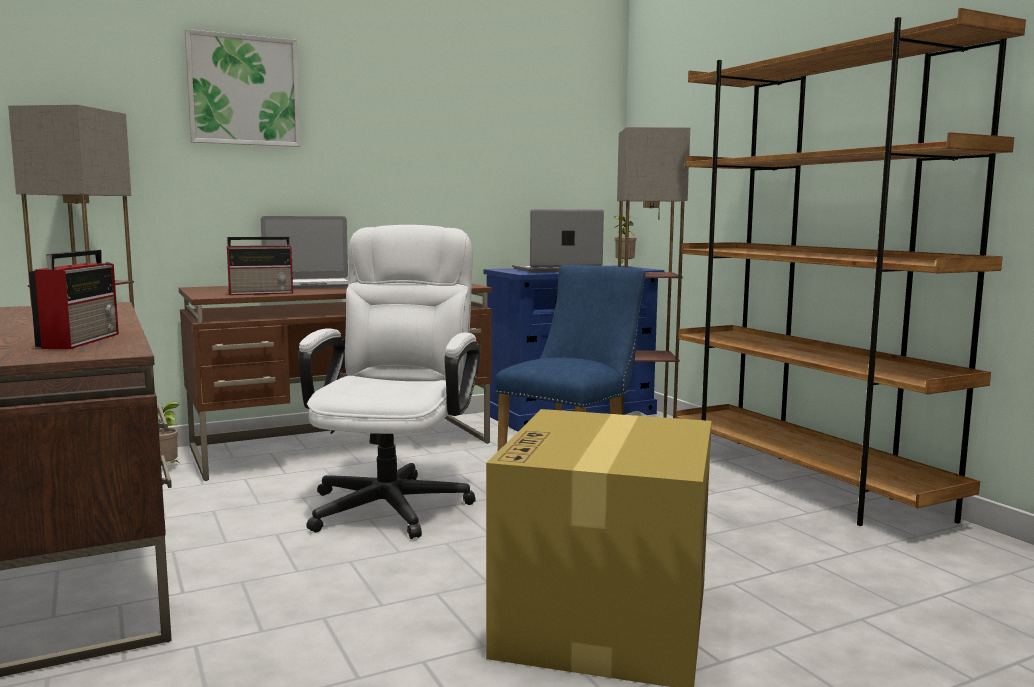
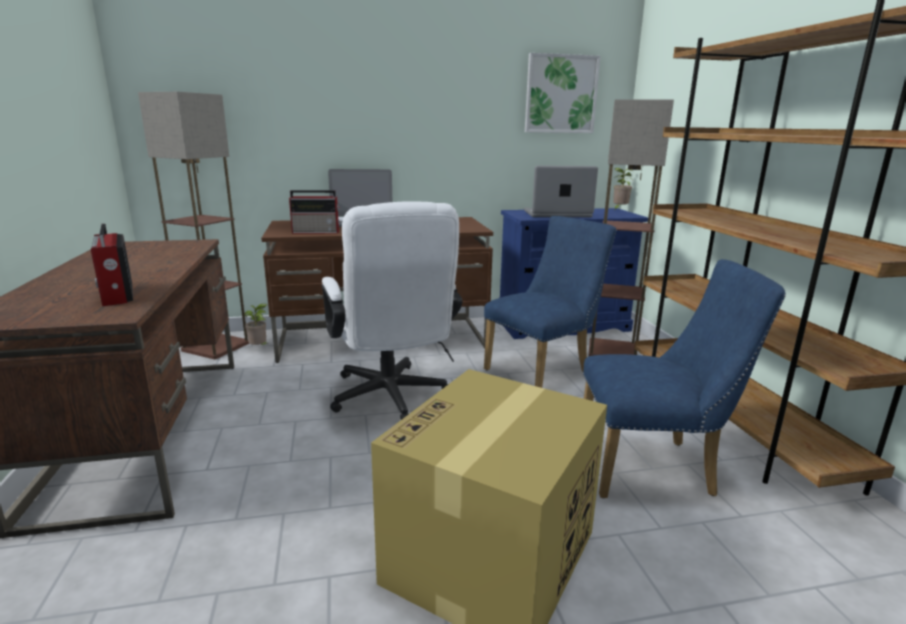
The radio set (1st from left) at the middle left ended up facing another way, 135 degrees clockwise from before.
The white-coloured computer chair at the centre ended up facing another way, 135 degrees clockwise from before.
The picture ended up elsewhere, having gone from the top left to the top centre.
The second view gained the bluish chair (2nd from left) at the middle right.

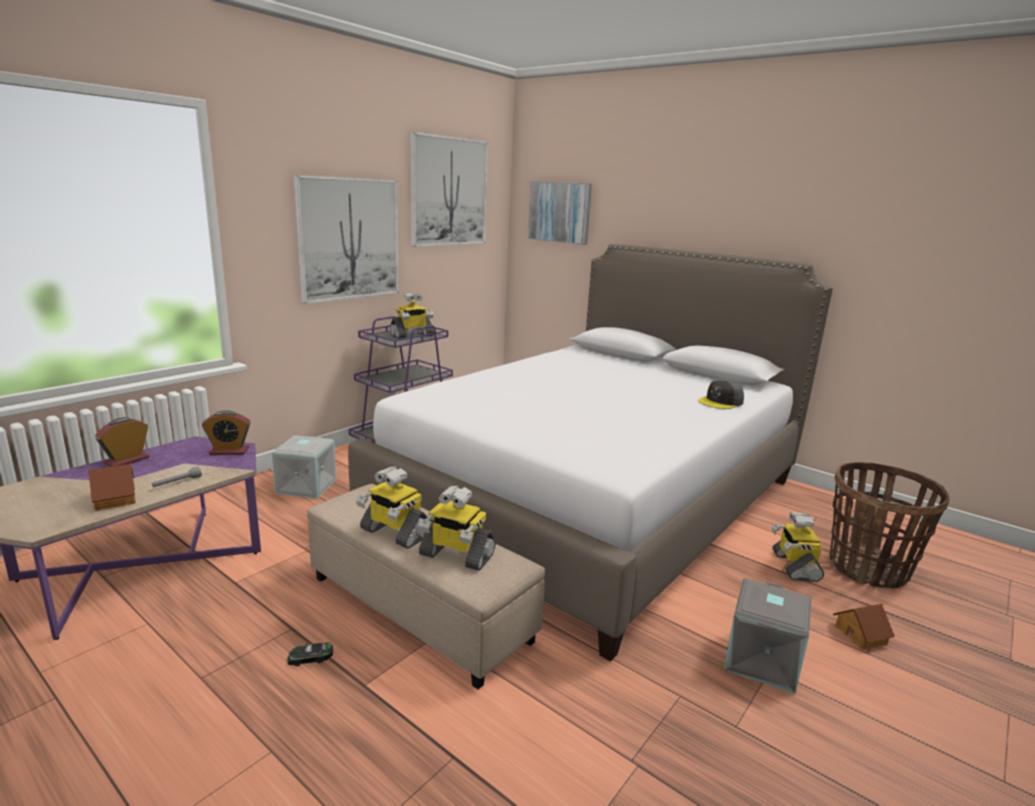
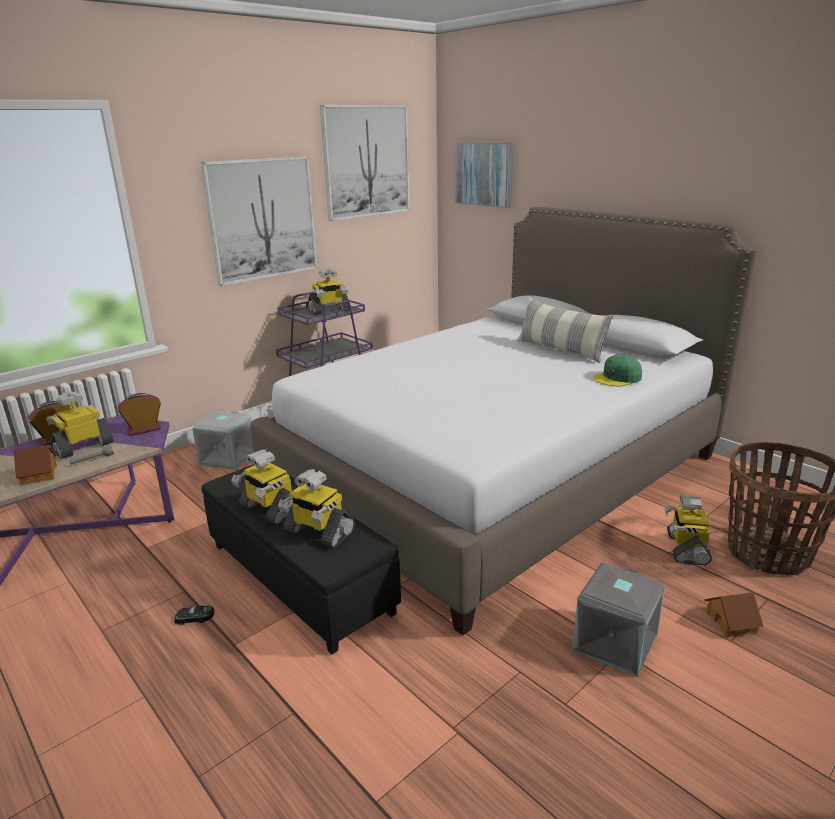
The second view gained the robot figure (1st from left) at the middle left.
The bedside clock (2nd from left) at the middle left ended up facing another way, 150 degrees clockwise from before.
What was the beige-coloured ottoman at the bottom centre turned into the black ottoman at the bottom centre.
The second view gained the throw pillow at the middle right.
What was the greyish baseball cap at the middle right turned into the green baseball cap at the middle right.

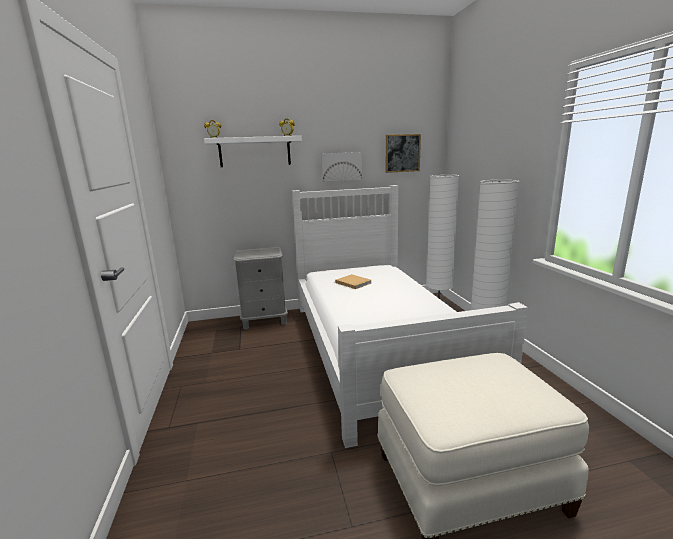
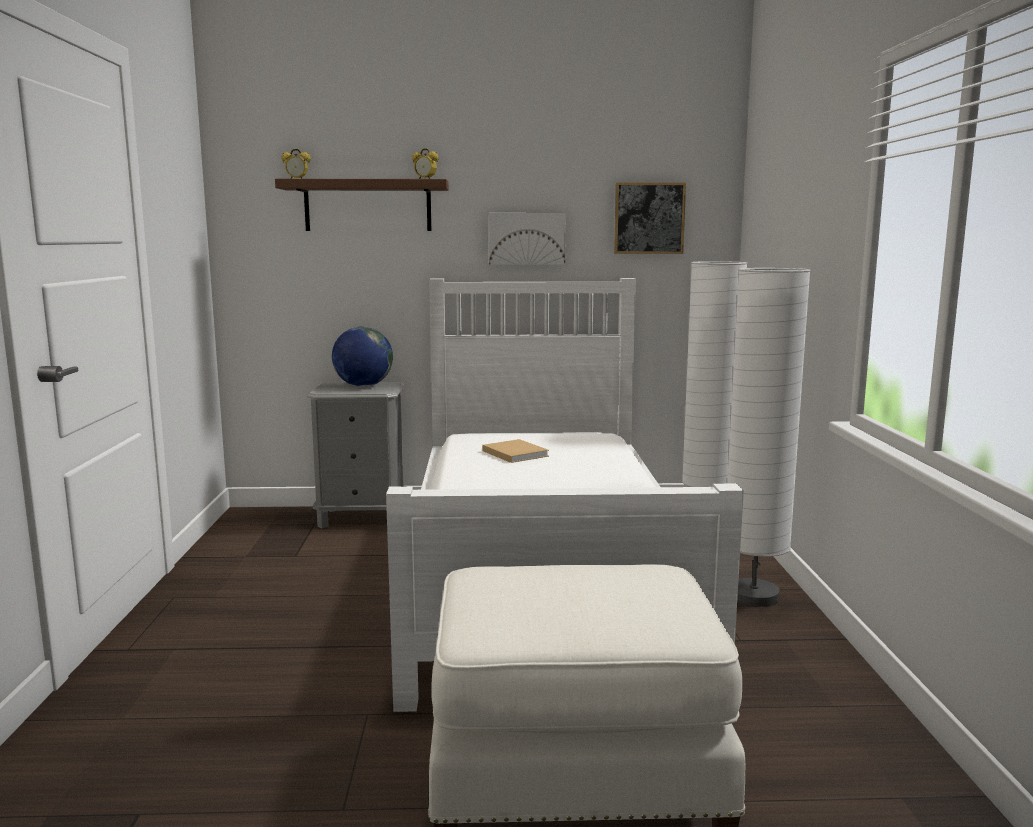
What was the white-coloured wall shelf at the top centre turned into the brown wall shelf at the top centre.
The second view gained the globe at the centre.

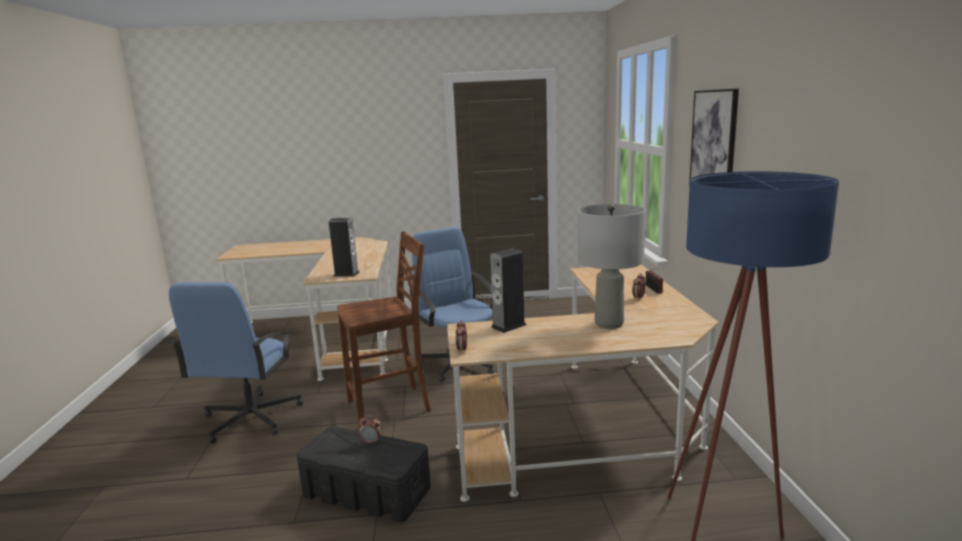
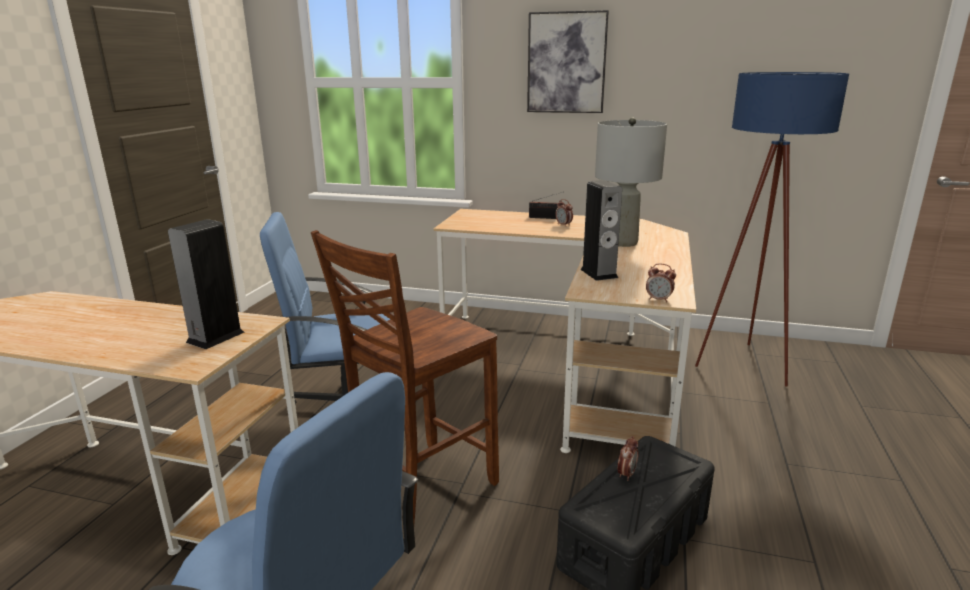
The brown chair at the centre ended up facing another way, 135 degrees counterclockwise from before.

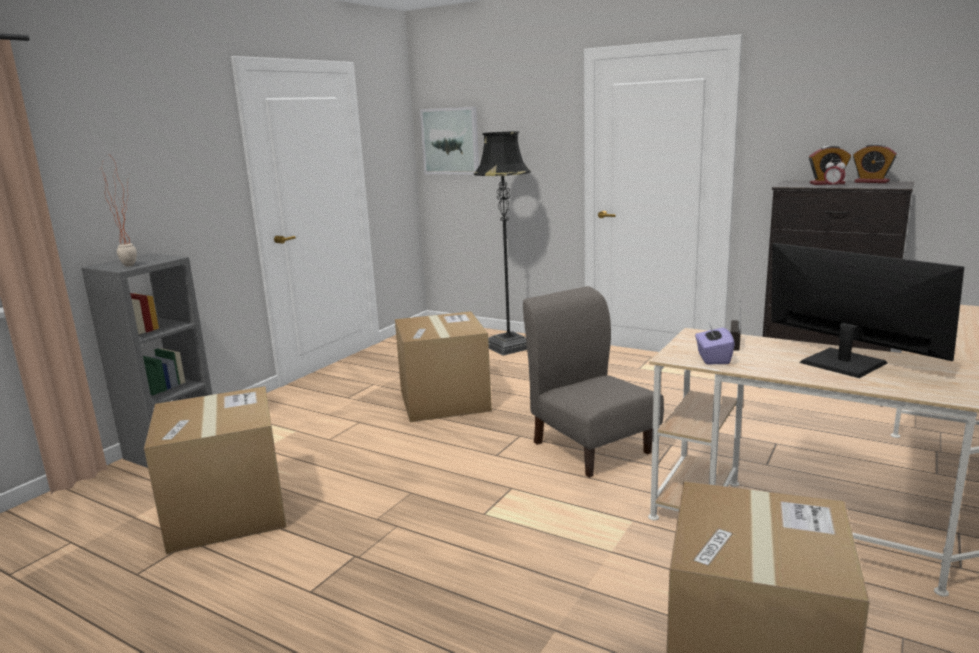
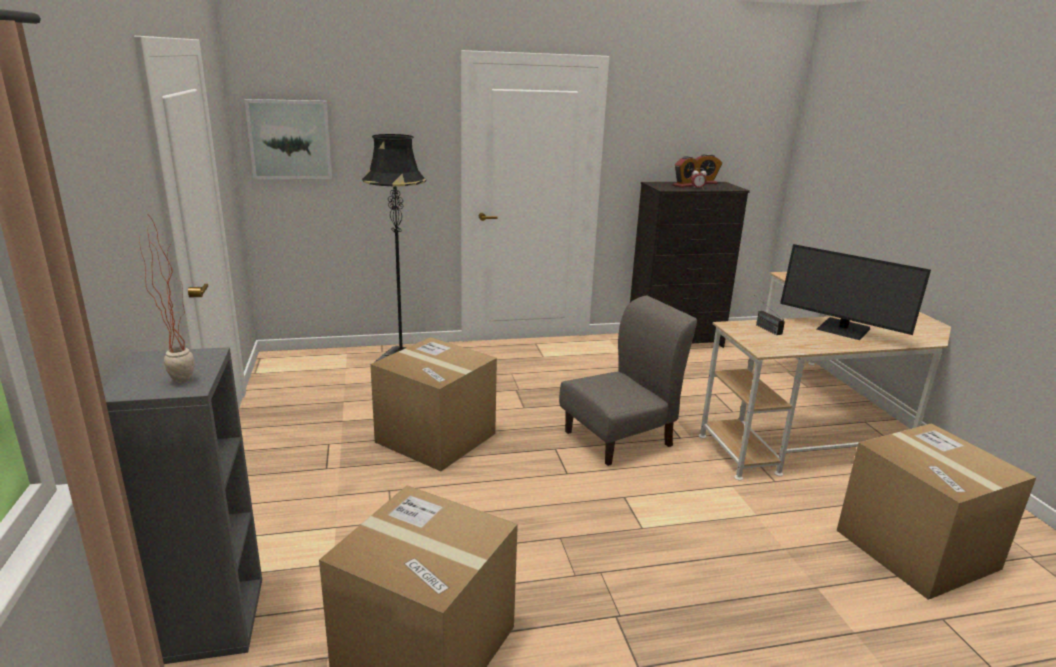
The greyish chair at the centre ended up facing another way, 135 degrees clockwise from before.
The computer screen at the middle right ended up facing another way, 150 degrees counterclockwise from before.
The second view lost the purplish tissue holder at the middle right.

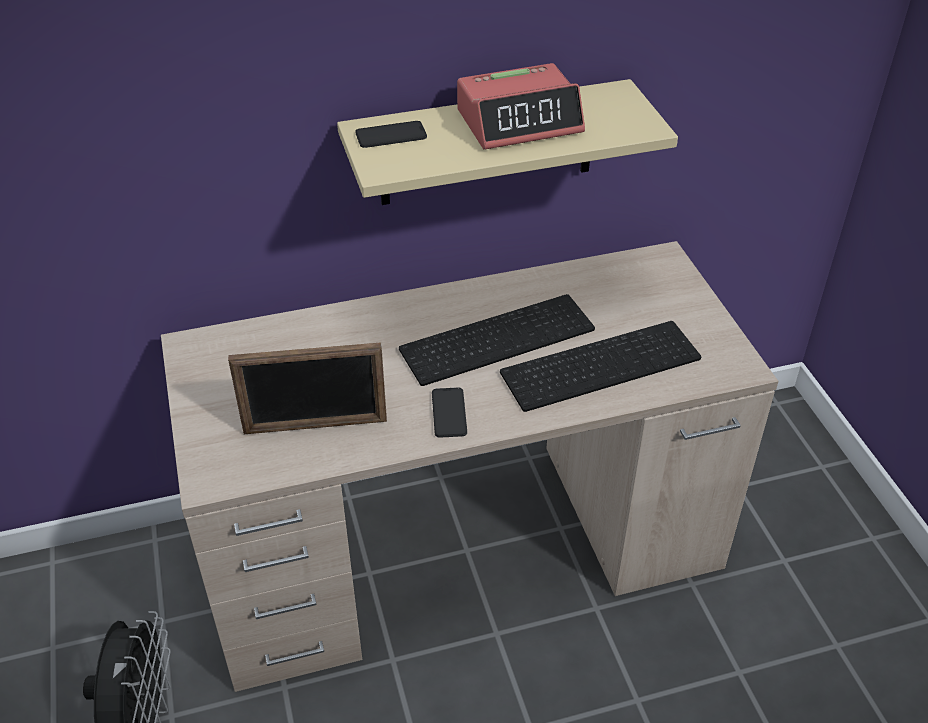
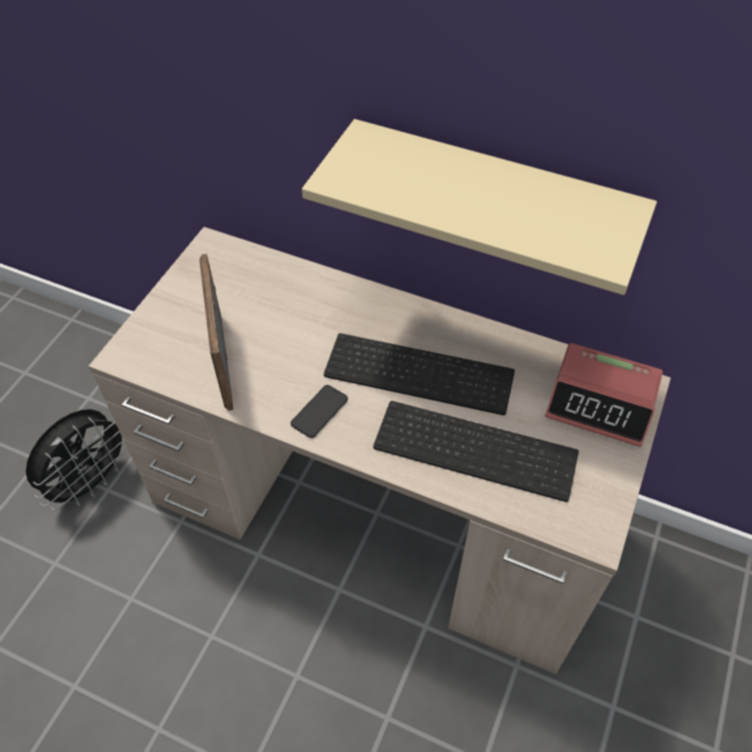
The photo frame at the middle left ended up facing another way, 45 degrees clockwise from before.
The bedside clock ended up elsewhere, having gone from the top centre to the middle right.
The second view lost the telephone (1st from left) at the top centre.

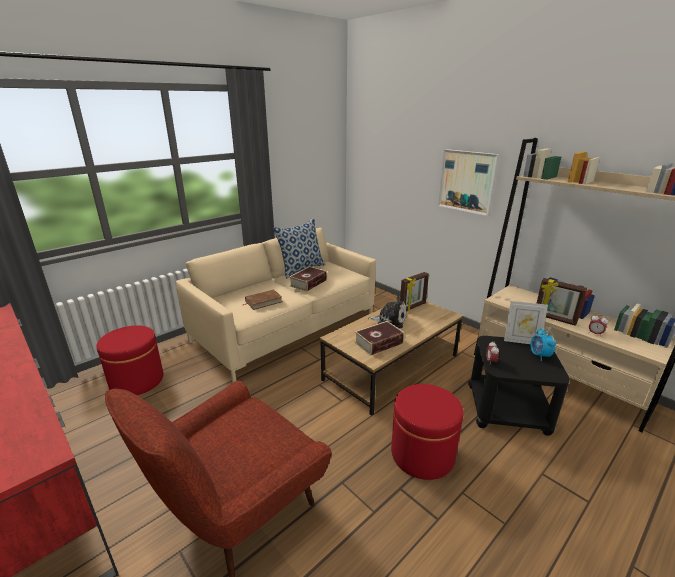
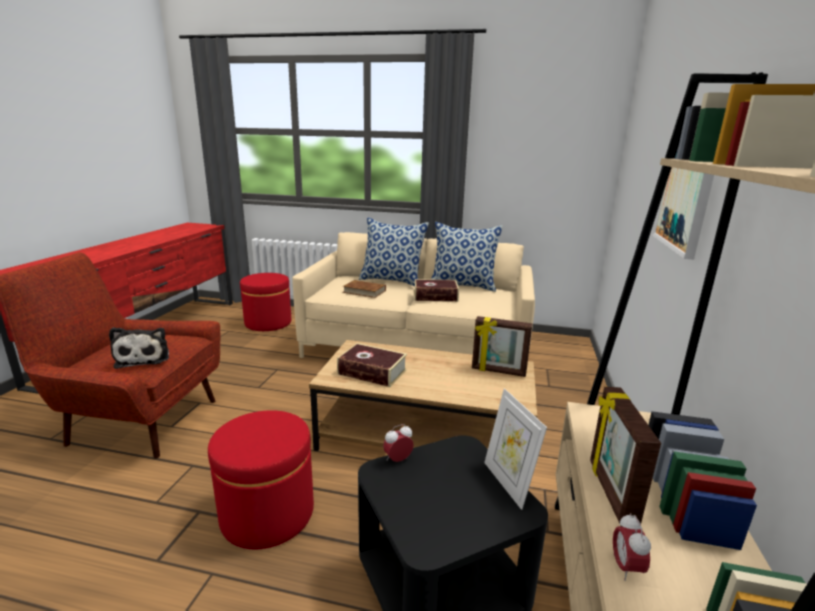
The plush toy ended up elsewhere, having gone from the centre to the middle left.
The second view gained the throw pillow (1st from left) at the centre.
The second view lost the bedside clock (2nd from left) at the middle right.

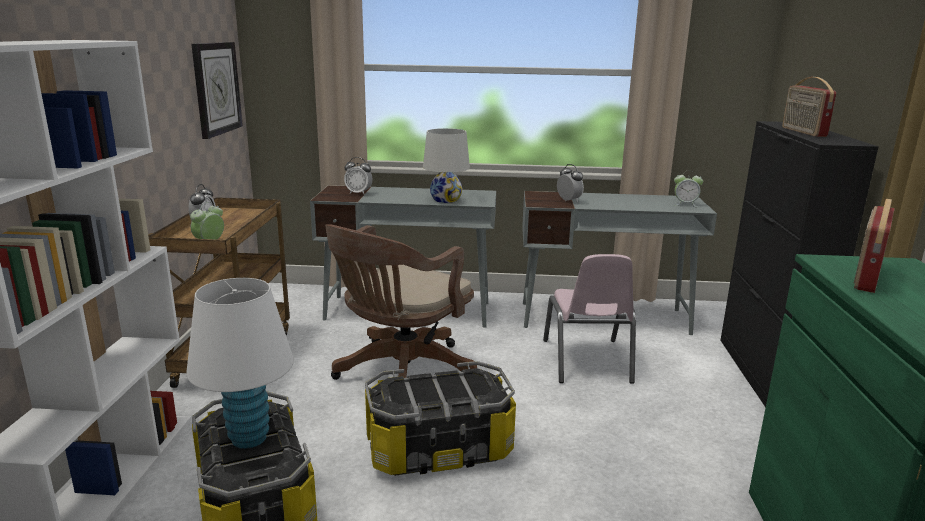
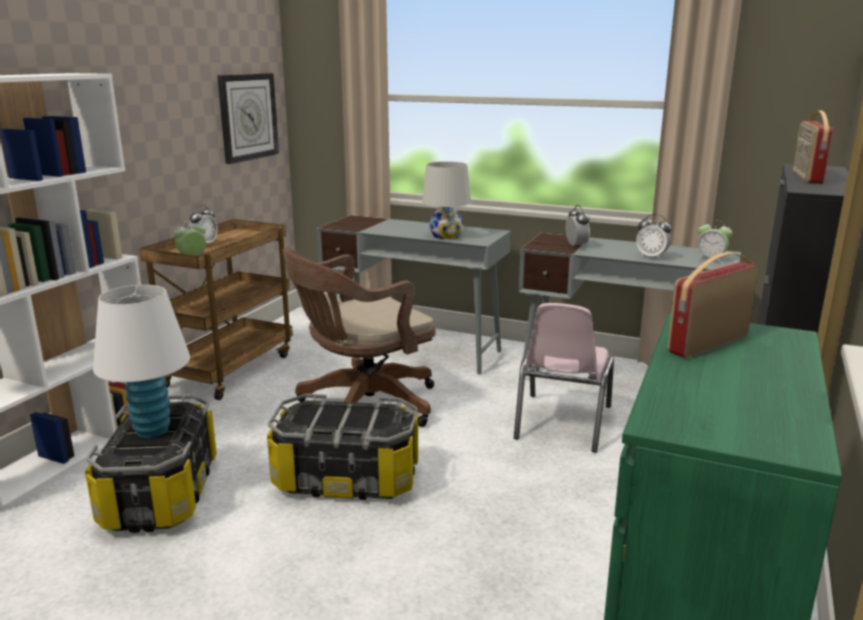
The bedside clock (3rd from left in the first image) ended up elsewhere, having gone from the centre to the middle right.

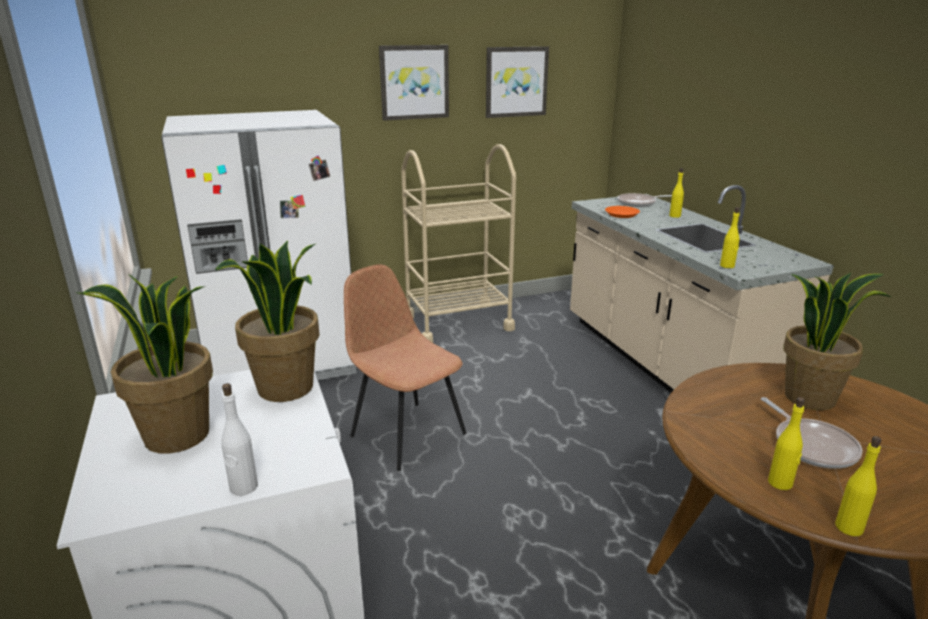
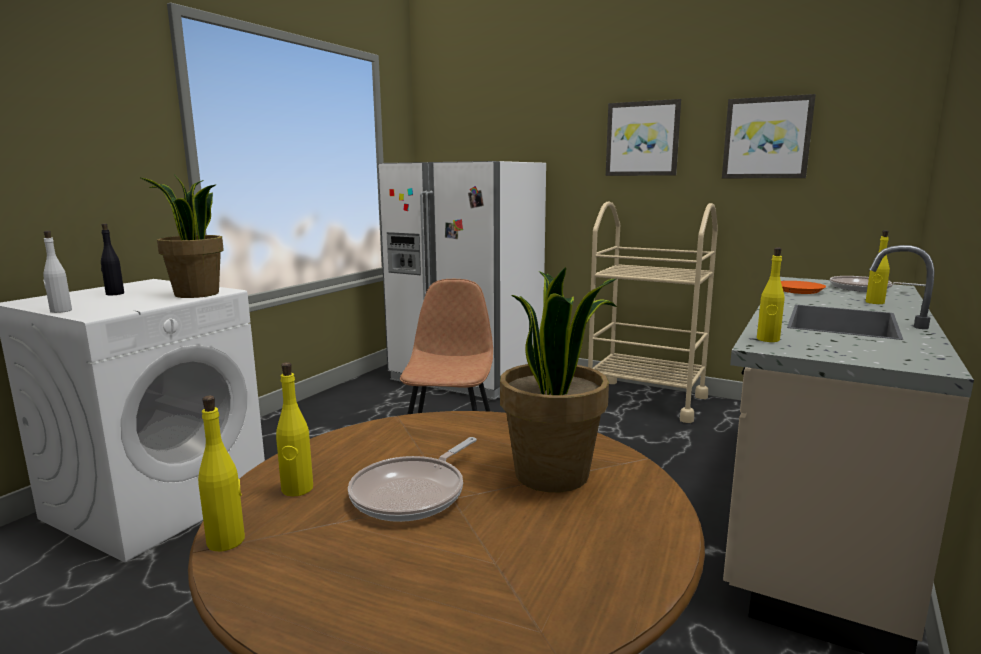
Where the plant in a pot (1st from left) stood at the middle left, the black bottle came to stand at the middle left.

